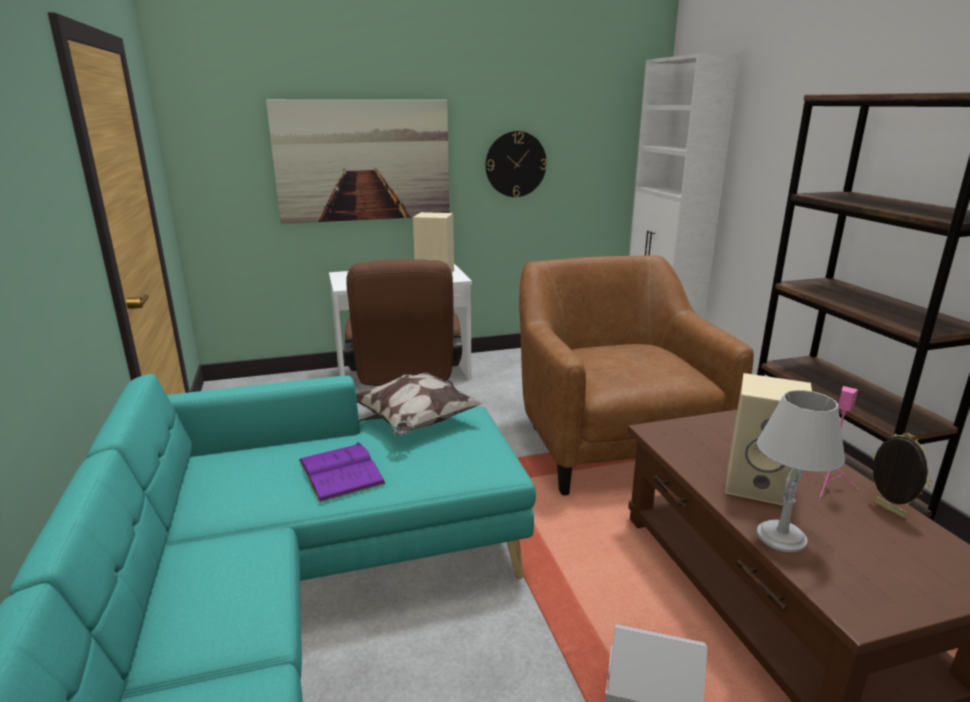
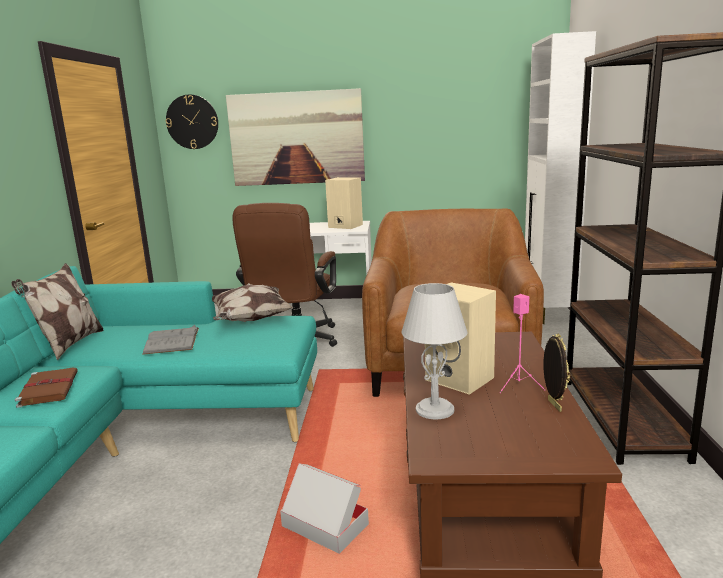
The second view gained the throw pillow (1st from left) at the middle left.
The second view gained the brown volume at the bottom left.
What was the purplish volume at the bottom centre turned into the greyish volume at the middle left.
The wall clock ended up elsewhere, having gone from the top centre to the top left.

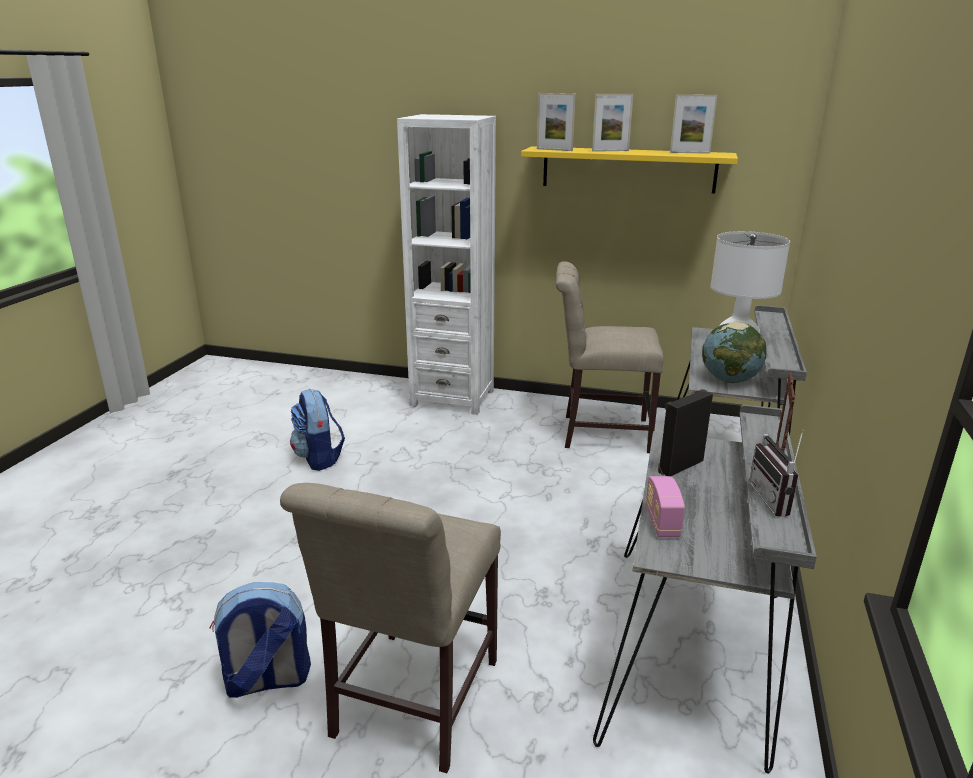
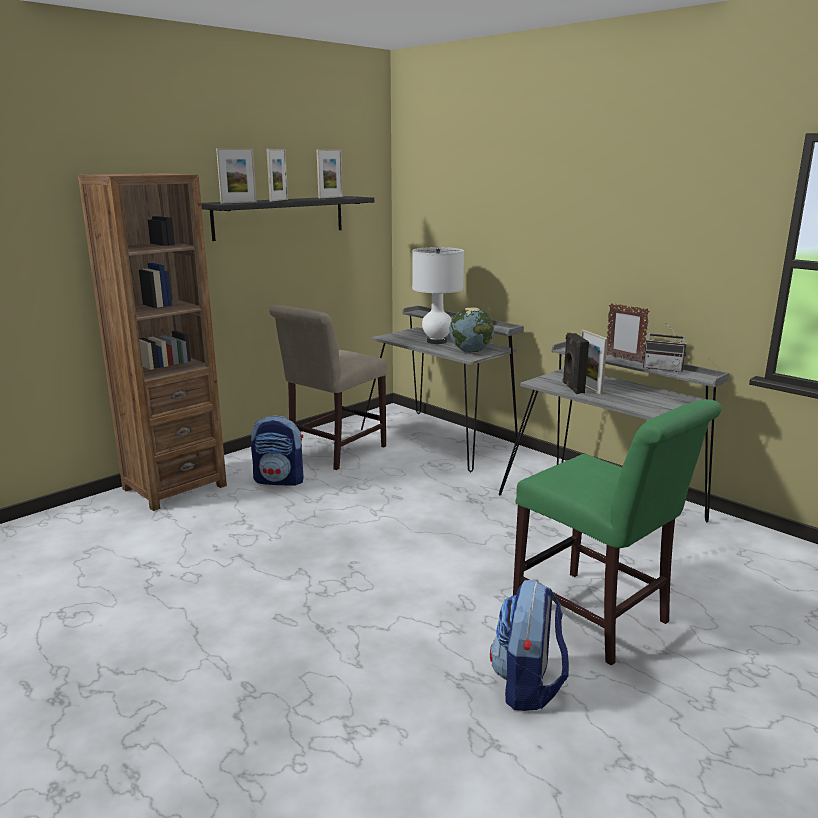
What was the white-coloured bookshelf at the centre turned into the brown bookshelf at the middle left.
What was the yellowish wall shelf at the top centre turned into the black wall shelf at the top centre.
The rucksack (2nd from left in the first image) ended up elsewhere, having gone from the middle left to the centre.
What was the beige-coloured chair (1st from left) at the bottom centre turned into the green chair at the middle right.
The second view gained the photo frame (4th from left) at the middle right.
The second view lost the radio set (1st from left) at the middle right.

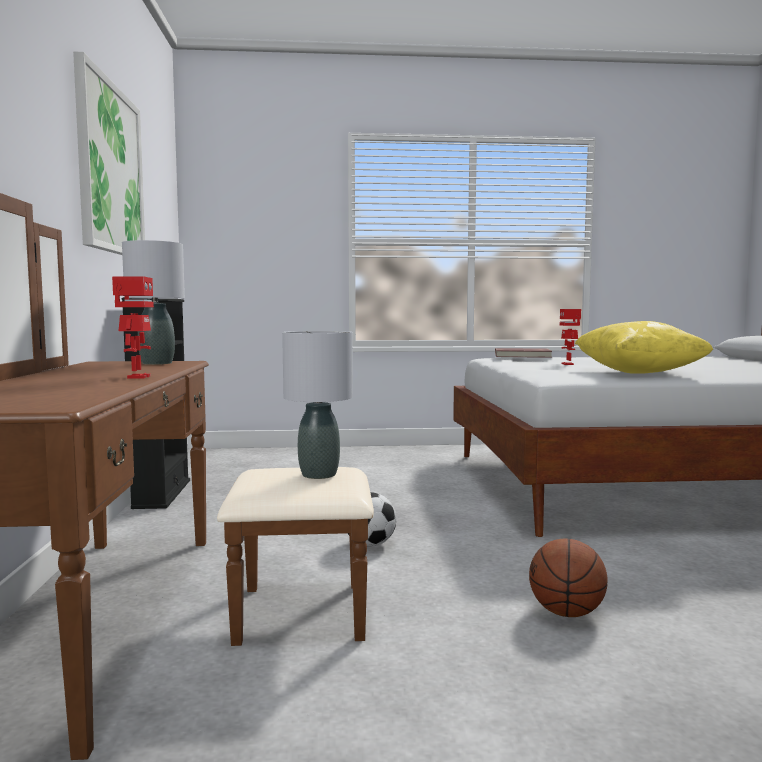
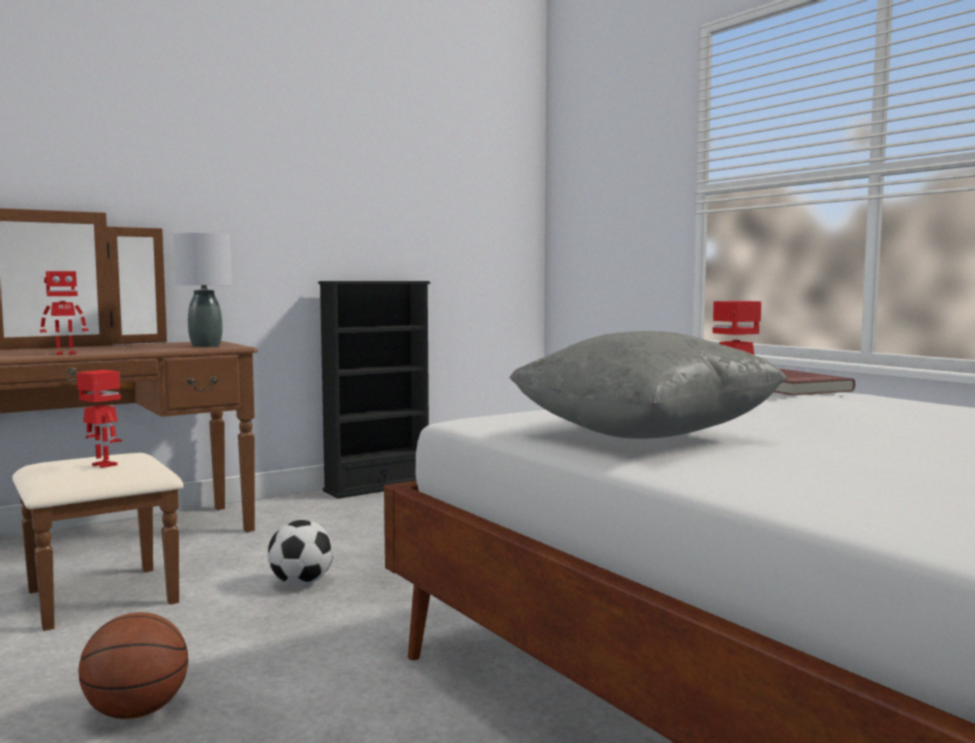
Where the greyish tabletop lamp (2nd from left) stood at the centre, the robot figure (2nd from left) came to stand at the middle left.
What was the yellowish throw pillow at the middle right turned into the greyish throw pillow at the centre.
The second view lost the picture at the top left.

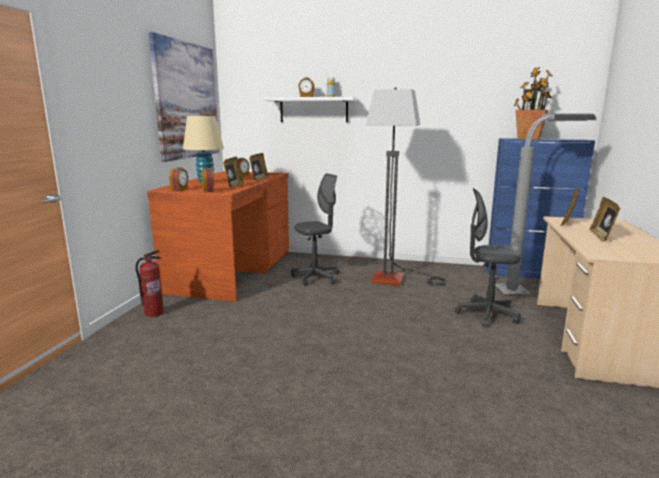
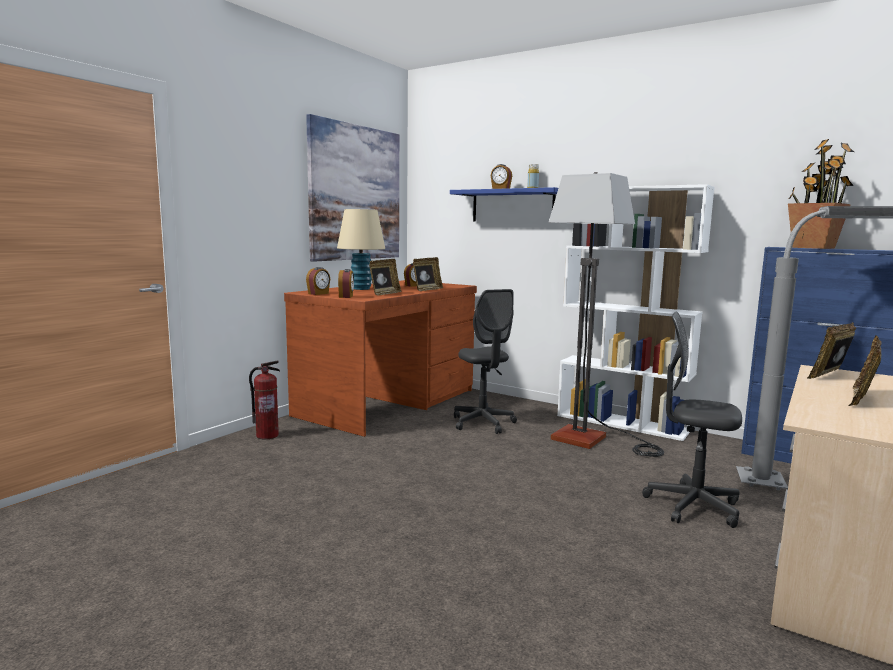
What was the white-coloured wall shelf at the top centre turned into the bluish wall shelf at the top centre.
The greyish computer chair (1st from left) at the centre ended up facing another way, 75 degrees clockwise from before.
The second view gained the white-coloured bookshelf at the middle right.

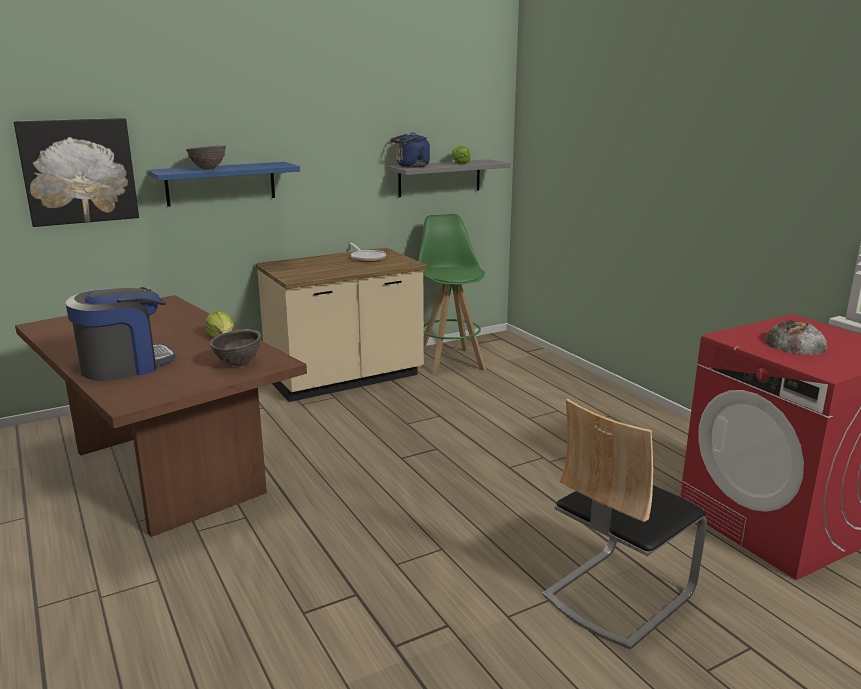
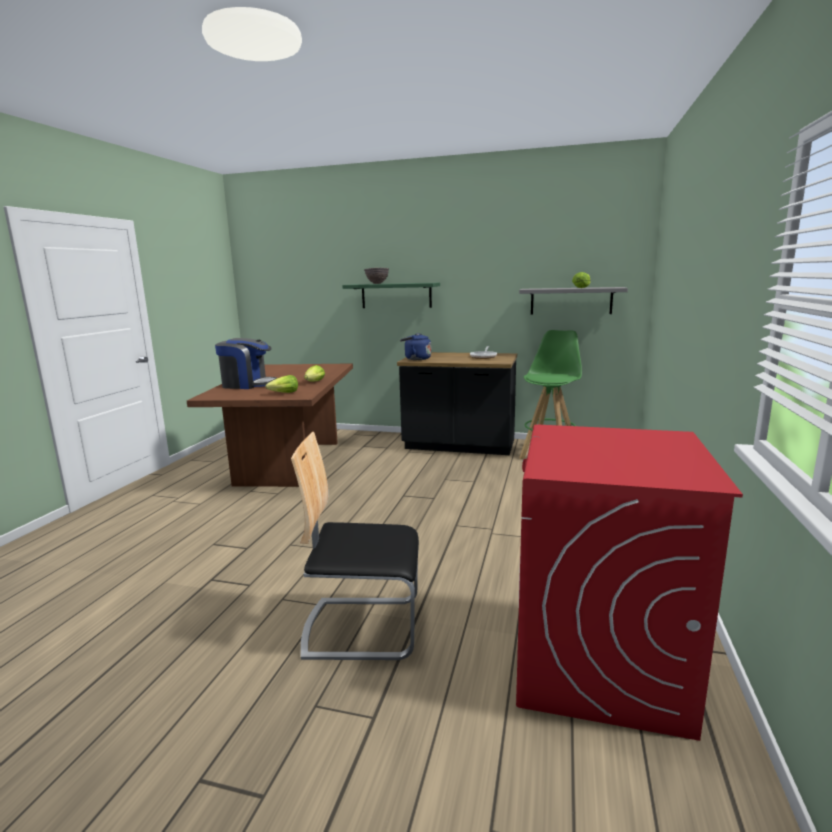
Where the brown serving bowl (2nd from left) stood at the middle left, the head of lettuce (1st from left) came to stand at the centre.
What was the bluish wall shelf at the top left turned into the green wall shelf at the centre.
What was the beige-coloured kitchen base unit at the centre turned into the black kitchen base unit at the centre.
The bluish tea kettle ended up elsewhere, having gone from the top centre to the centre.
The second view lost the picture at the top left.
The second view lost the baked bread at the middle right.

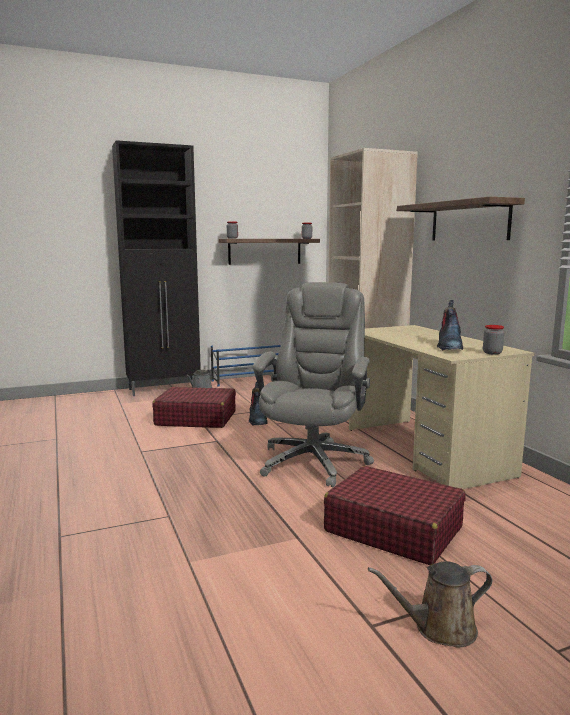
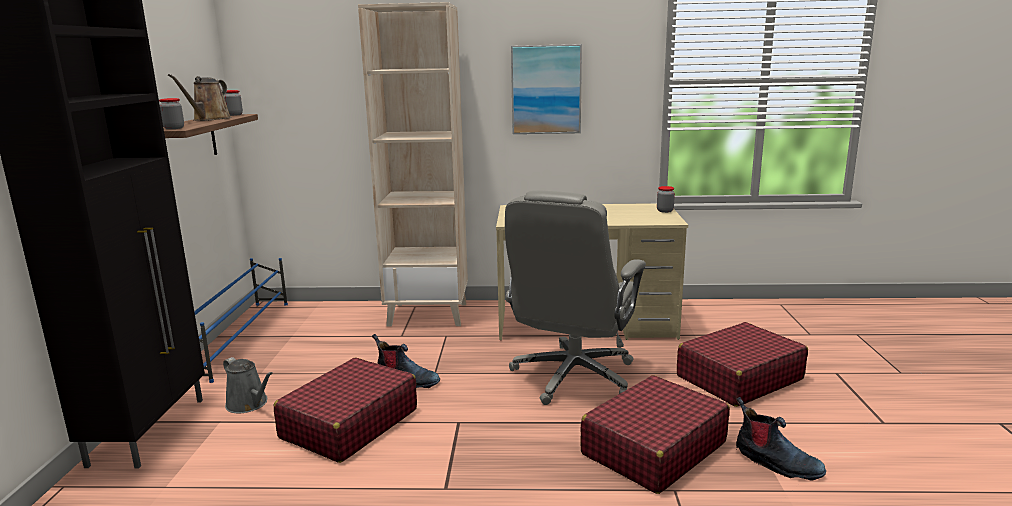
The brown watering pot ended up elsewhere, having gone from the bottom right to the top left.
The greyish computer chair at the centre ended up facing another way, 105 degrees counterclockwise from before.
Where the wall shelf (2nd from left) hung at the top right, the picture came to hang at the top centre.
The second view gained the reddish piece of luggage (2nd from left) at the bottom centre.
The tall boot (2nd from left) ended up elsewhere, having gone from the middle right to the bottom right.

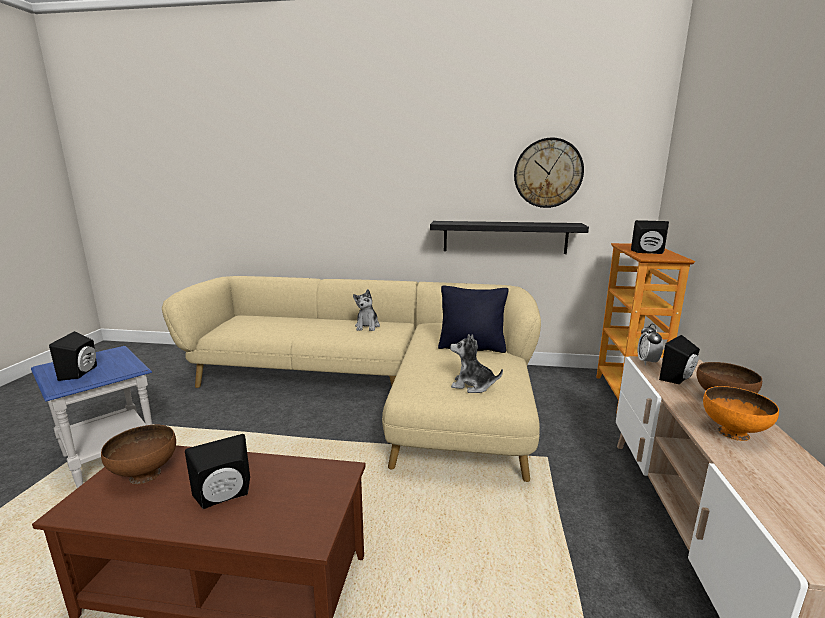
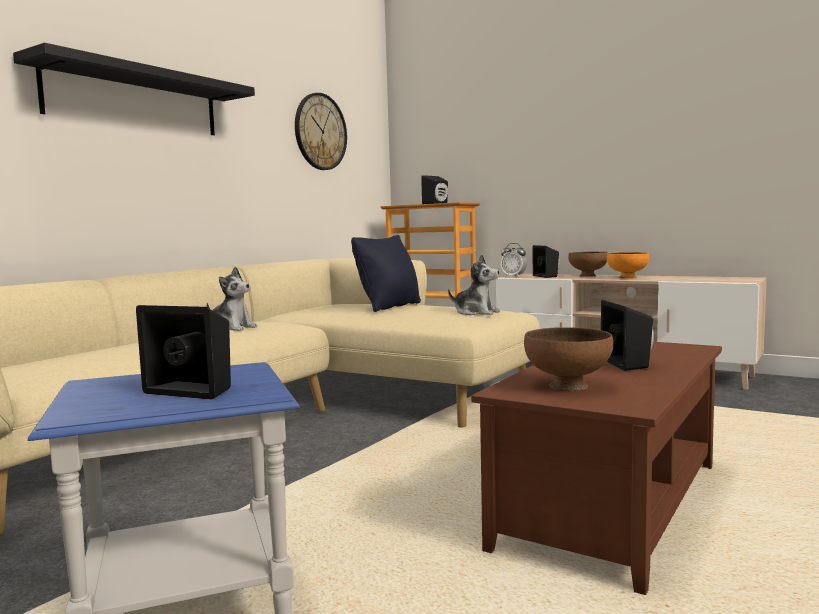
The black wall shelf ended up elsewhere, having gone from the centre to the top left.
The plush toy (2nd from left) at the centre ended up facing another way, 105 degrees counterclockwise from before.

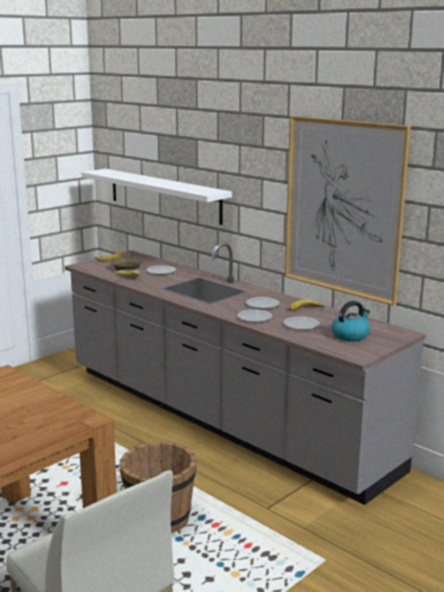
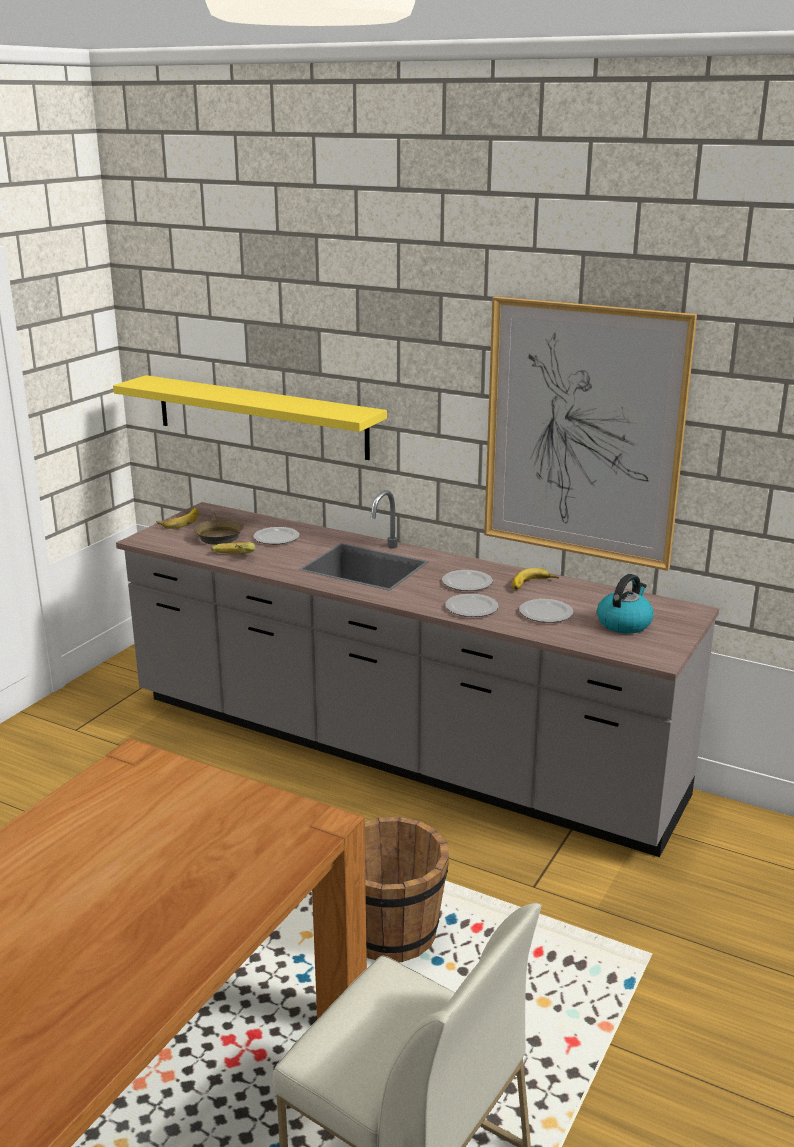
What was the white-coloured wall shelf at the top centre turned into the yellowish wall shelf at the middle left.

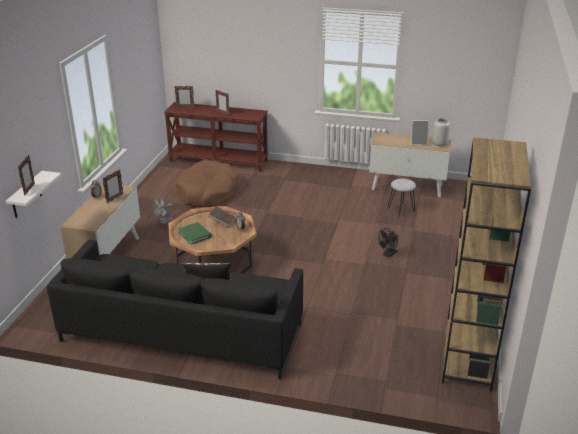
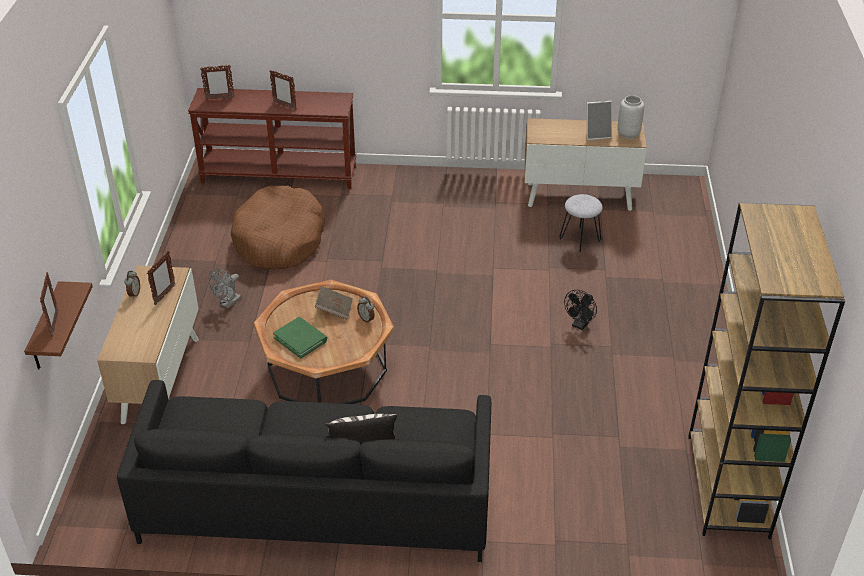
What was the white-coloured wall shelf at the middle left turned into the brown wall shelf at the middle left.

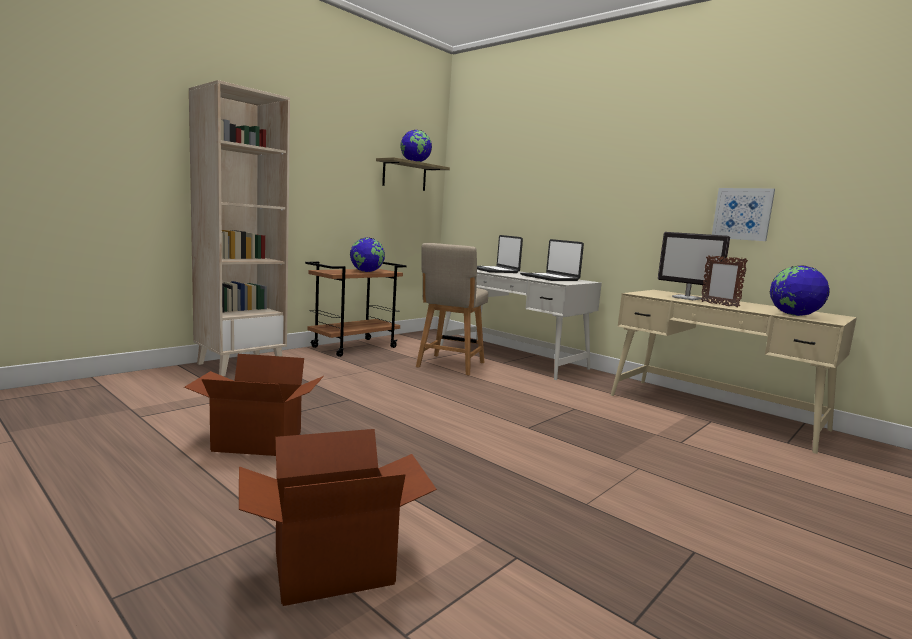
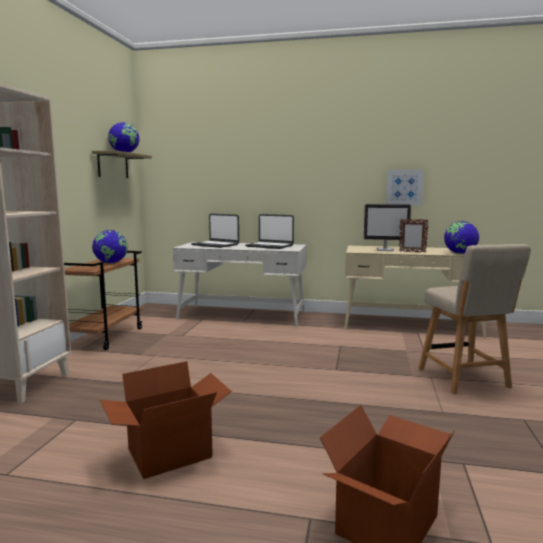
The beige-coloured chair ended up elsewhere, having gone from the centre to the middle right.

